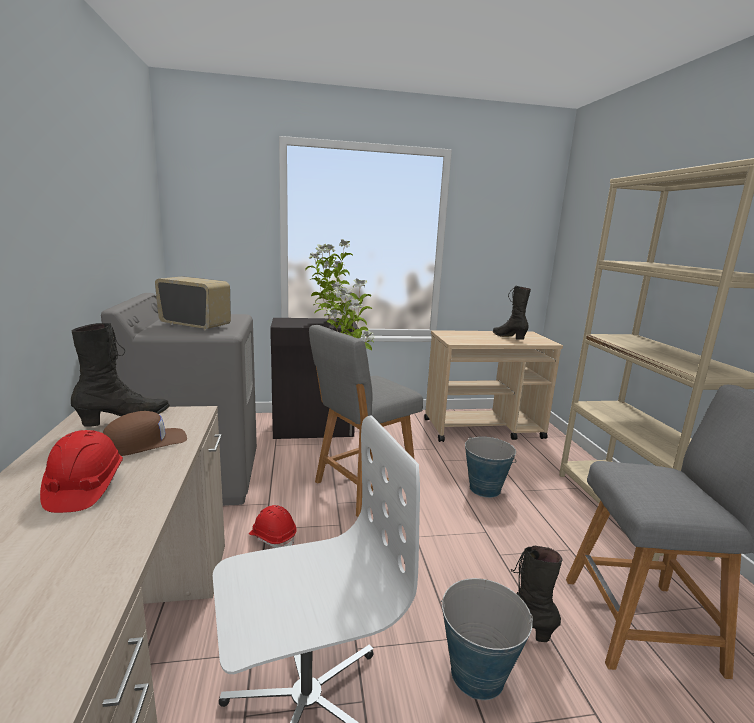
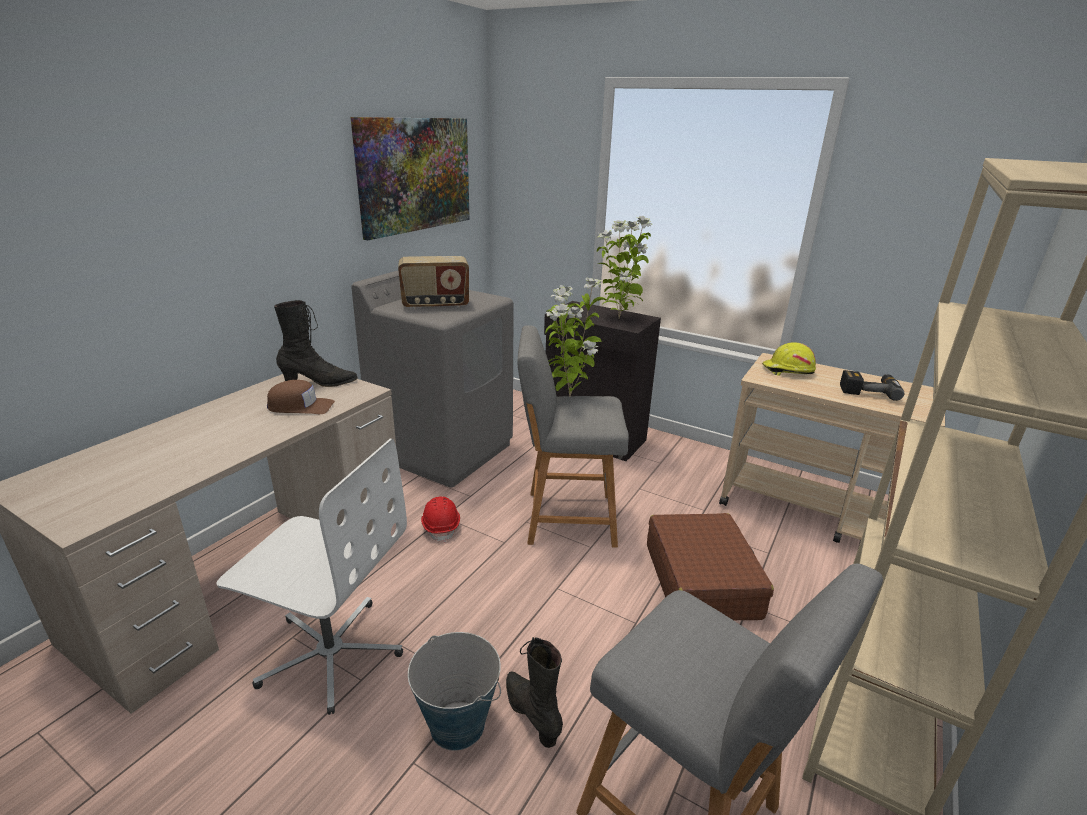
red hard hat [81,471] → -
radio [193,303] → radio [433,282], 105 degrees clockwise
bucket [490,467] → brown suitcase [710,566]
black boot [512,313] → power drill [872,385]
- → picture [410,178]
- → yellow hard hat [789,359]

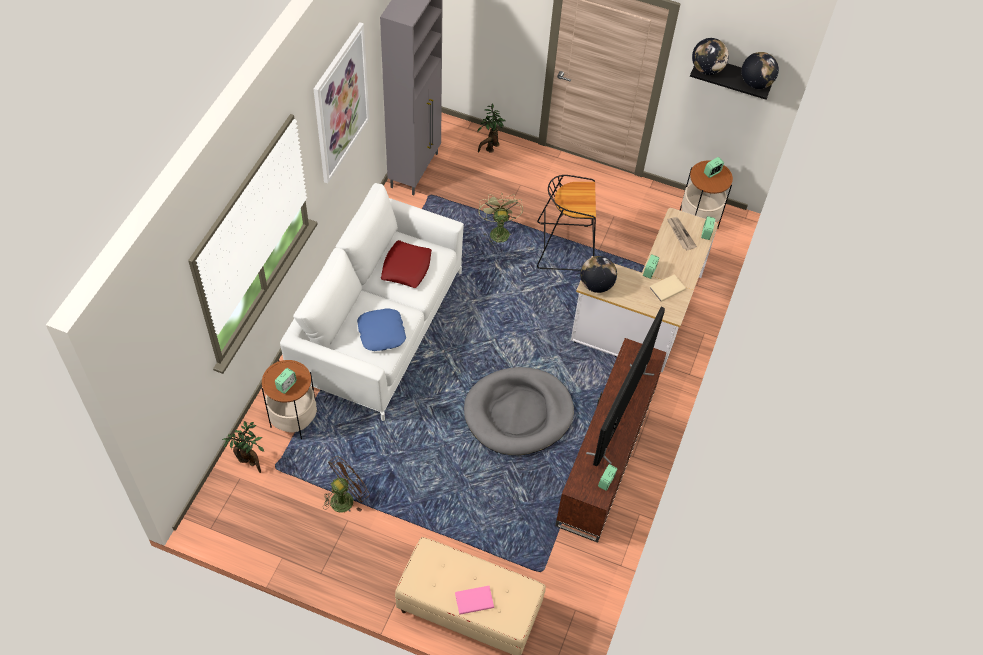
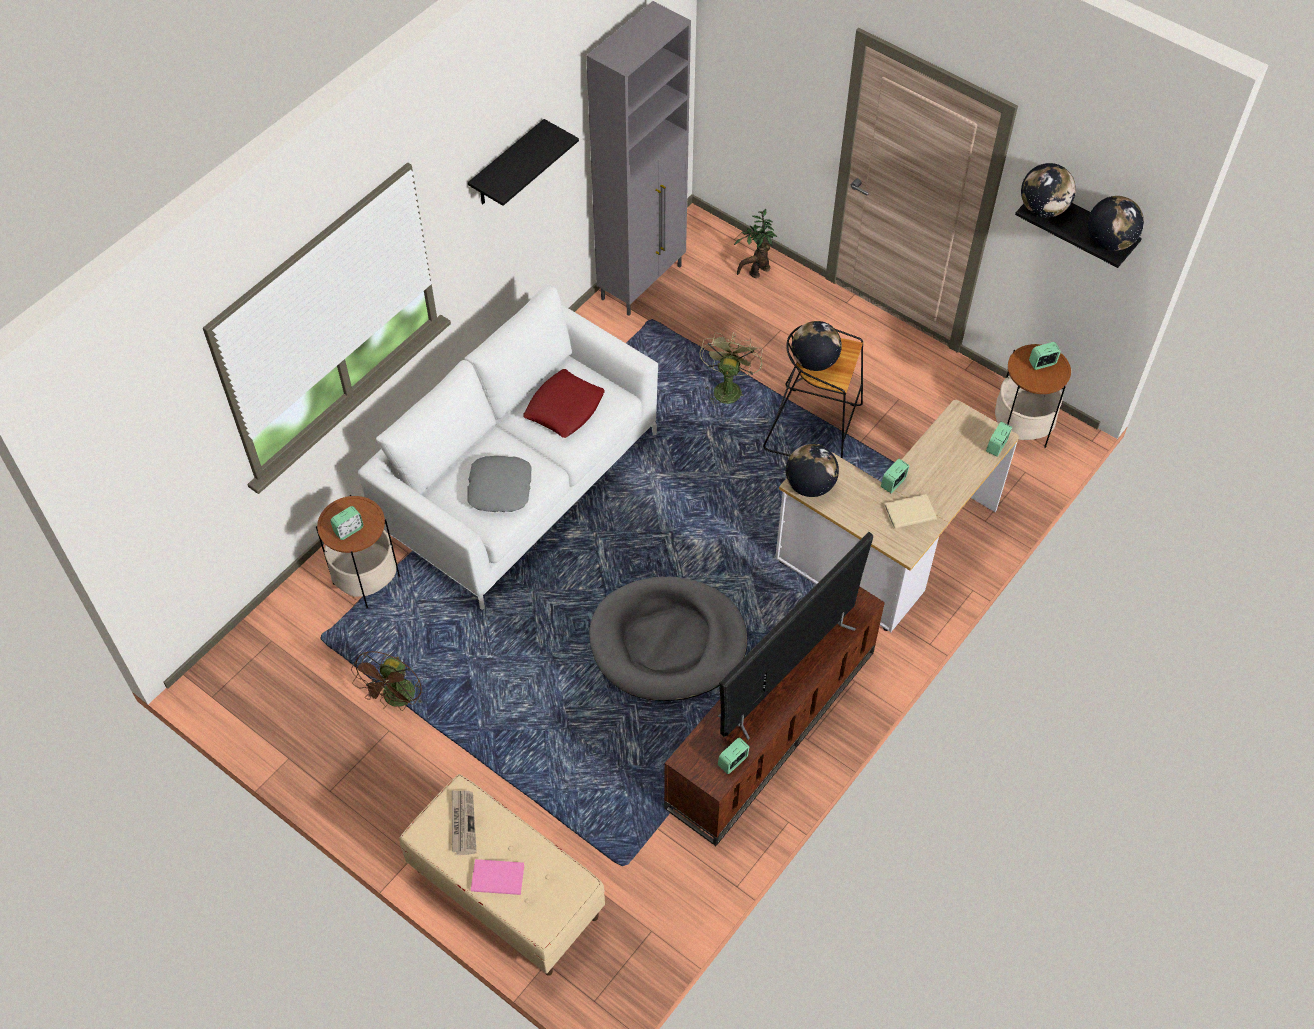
potted plant [243,447] → -
picture [342,102] → black shelf [523,162]
brown fan [346,484] → brown fan [388,681], 135 degrees clockwise
blue pillow [381,329] → grey pillow [499,484]
newspaper [682,233] → newspaper [464,822], relocated
- → globe [817,346]

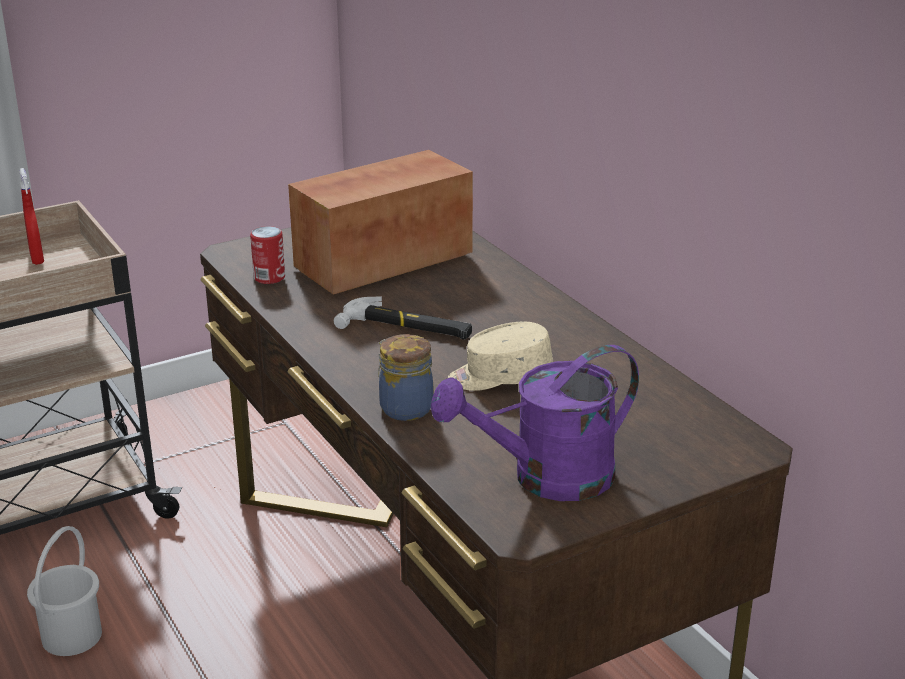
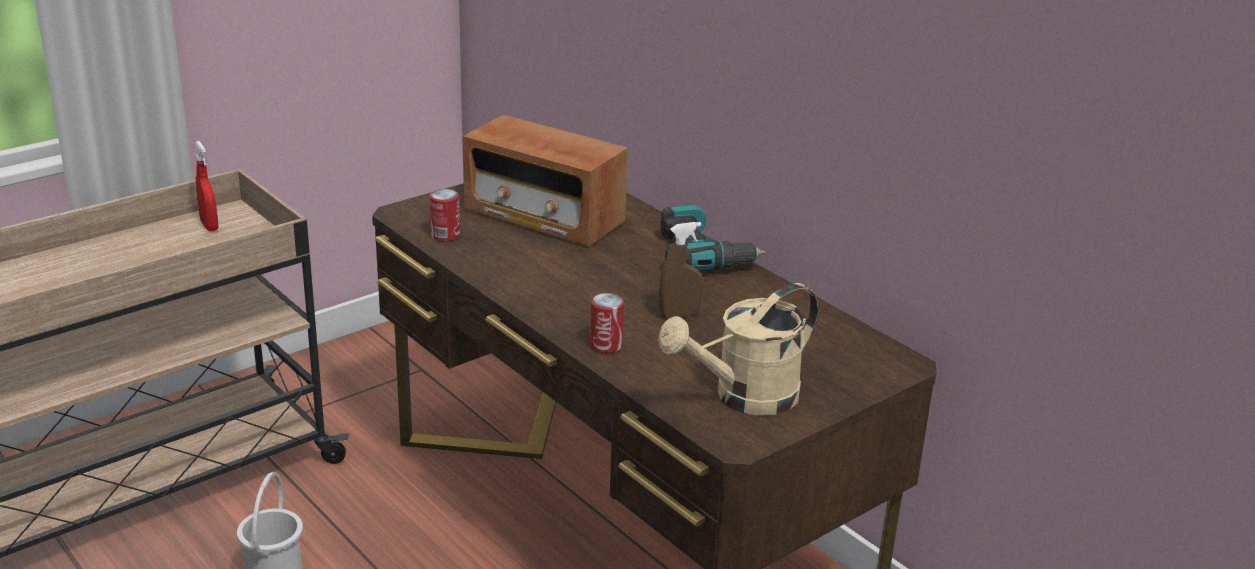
radio [380,222] → radio [545,181], 105 degrees counterclockwise
hammer [403,318] → -
jar [406,377] → can [607,323]
purple watering can [535,423] → beige watering can [738,349]
beige cap [500,356] → brown spray bottle [681,270]
- → power drill [713,238]

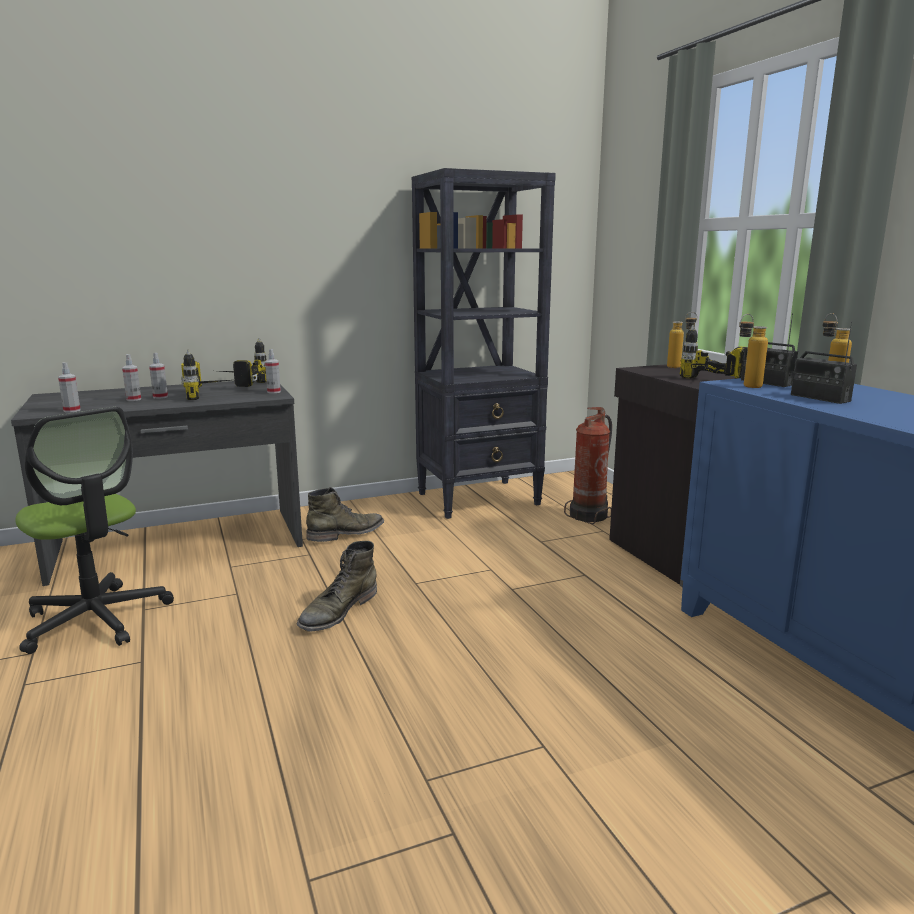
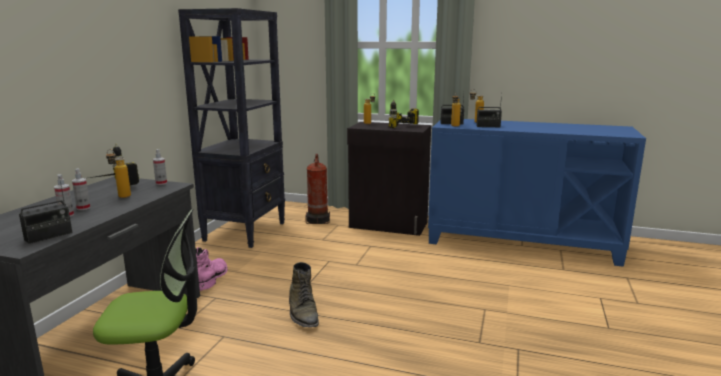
spray bottle [69,387] → radio [45,210]
power drill [211,375] → bottle [118,173]
green boot [345,514] → pink boot [211,269]

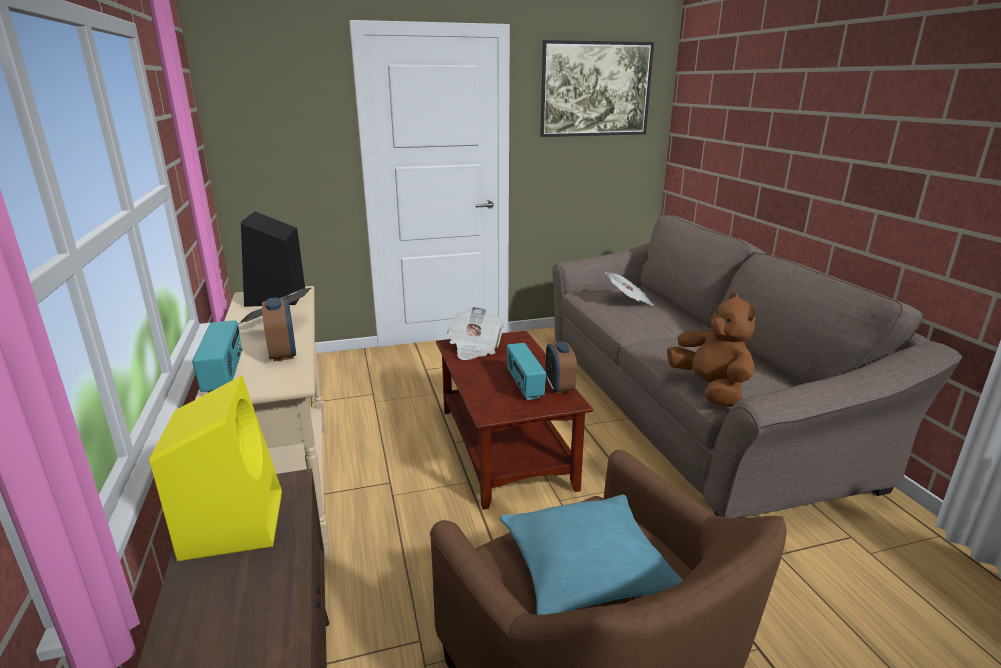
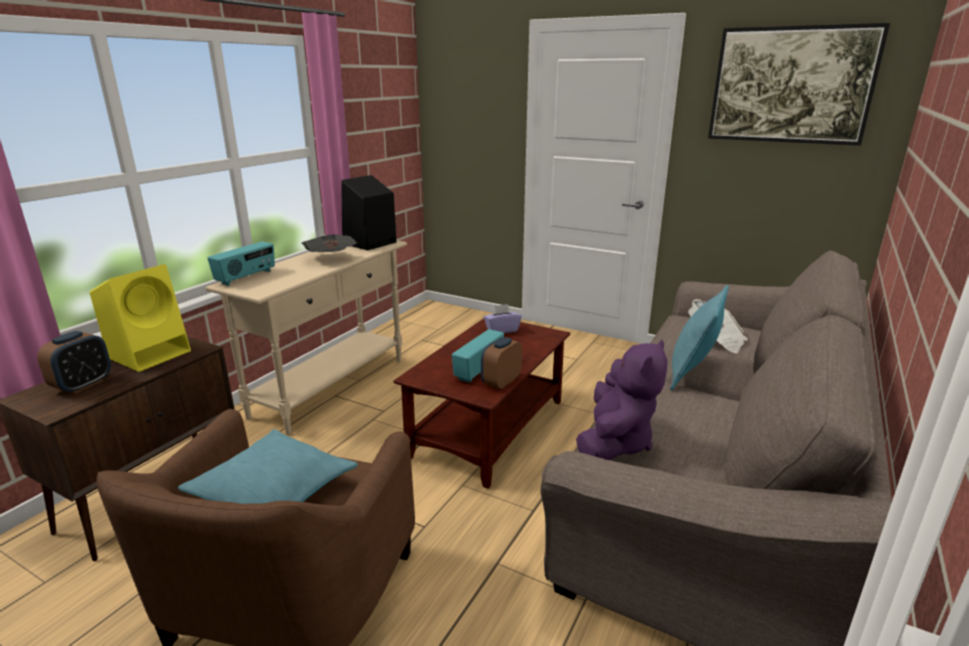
alarm clock [279,329] → alarm clock [74,362], relocated
newspaper [475,333] → purple tissue box [503,318]
brown plush toy [711,350] → purple plush toy [622,399]
- → turquoise pillow [699,337]

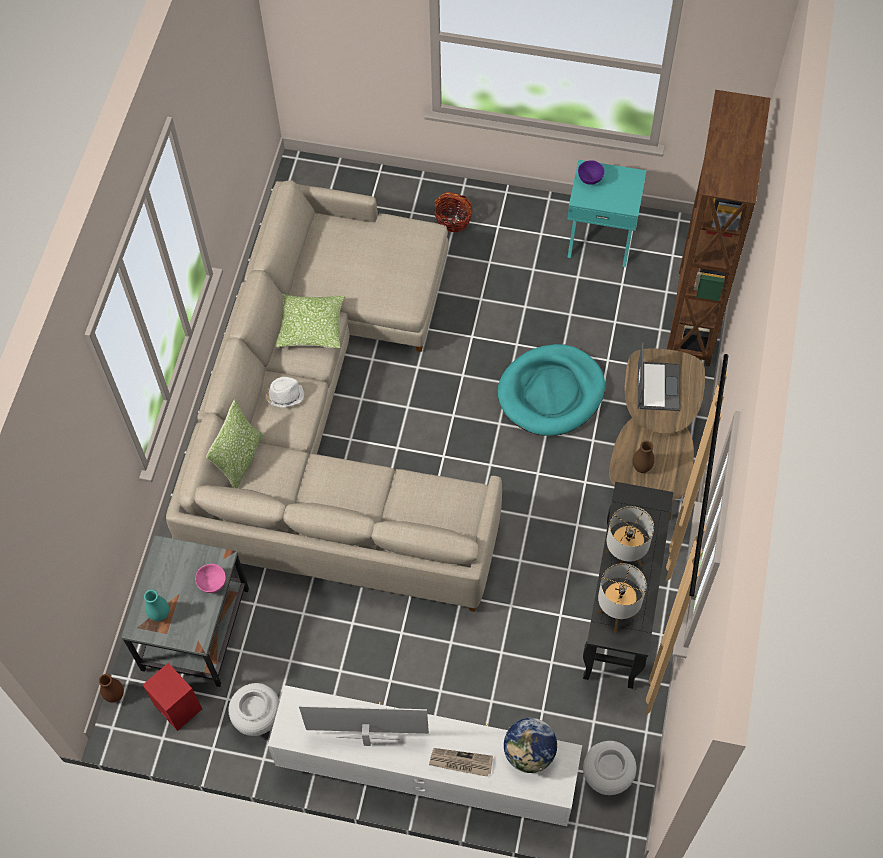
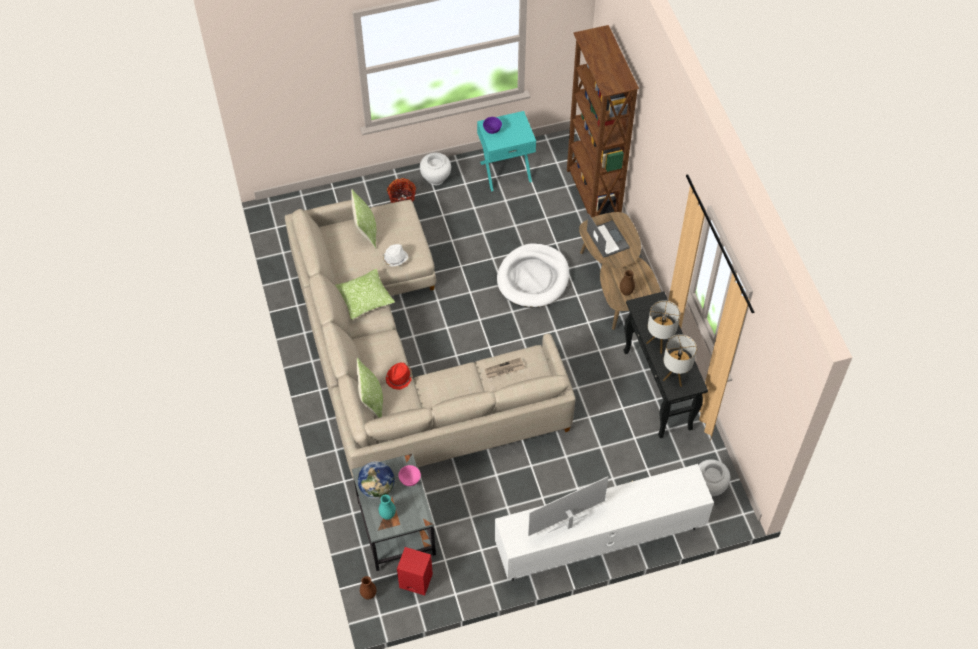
white vase [254,709] → white vase [435,169], relocated
white hat [285,392] → white hat [395,255], relocated
newspaper [461,762] → newspaper [505,367], relocated
turquoise dog bed [551,390] → white dog bed [533,275]
globe [530,745] → globe [376,480], relocated
- → pillow [363,219]
- → red hat [399,376]

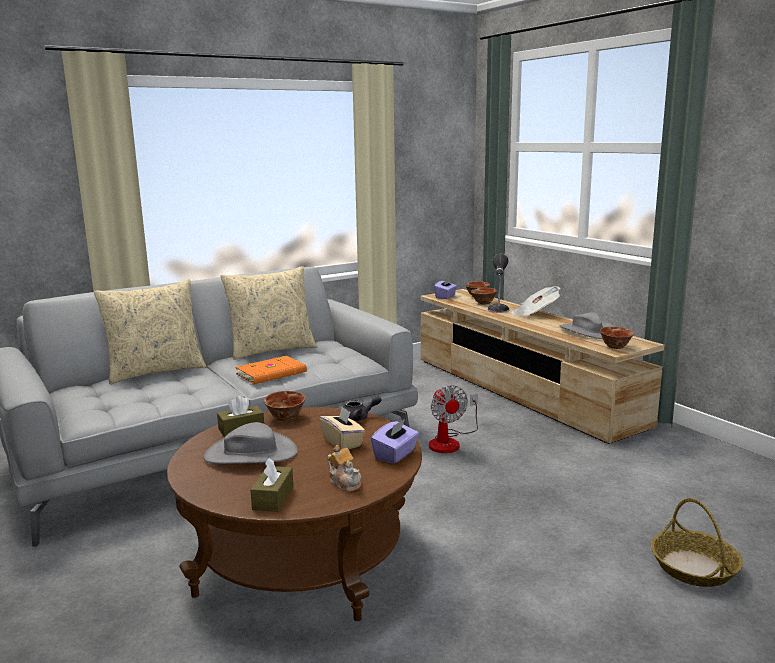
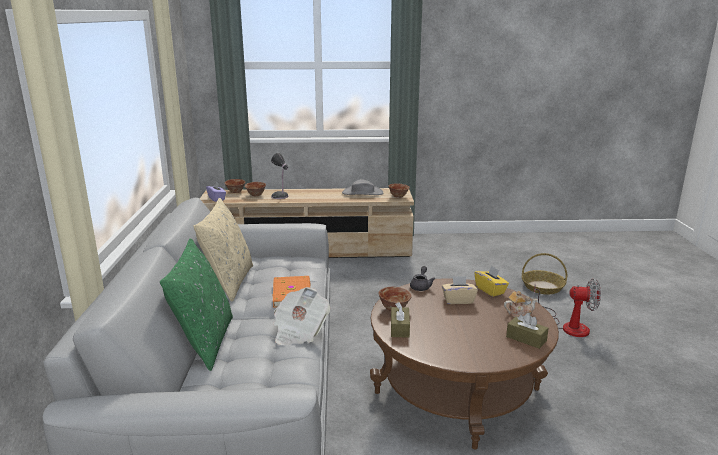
beige pillow [150,331] → green pillow [196,304]
grey hat [250,443] → -
purple tissue box [395,441] → yellow tissue box [491,281]
fan [453,419] → fan [567,308], relocated
newspaper [536,301] → newspaper [301,316], relocated

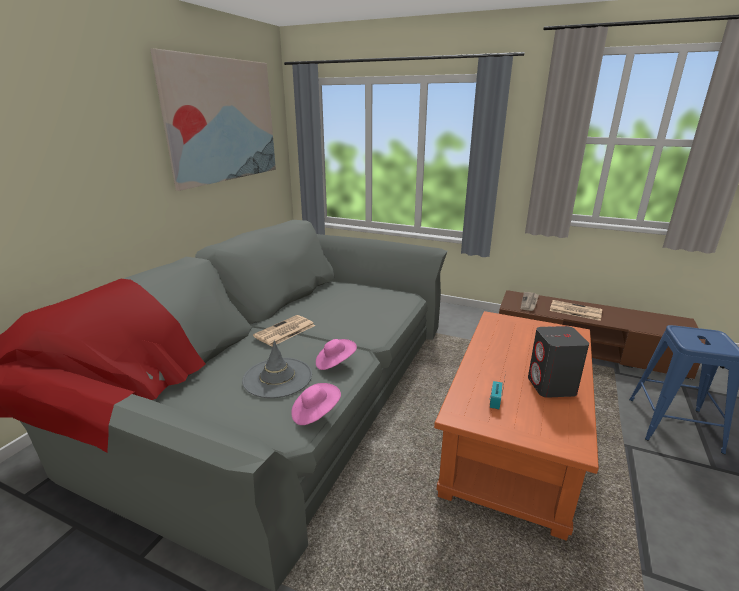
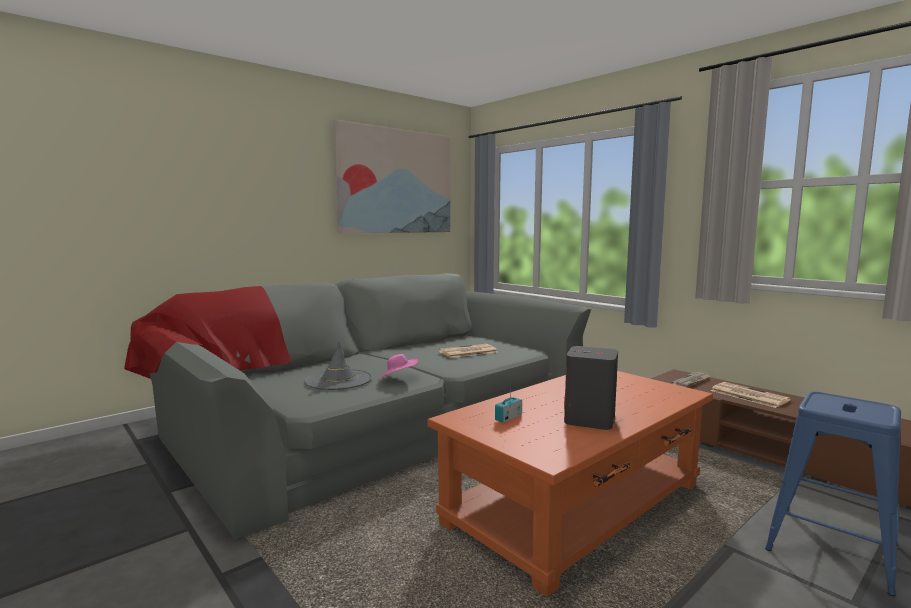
newspaper [284,331] → newspaper [468,351], relocated
pink hat [316,404] → -

